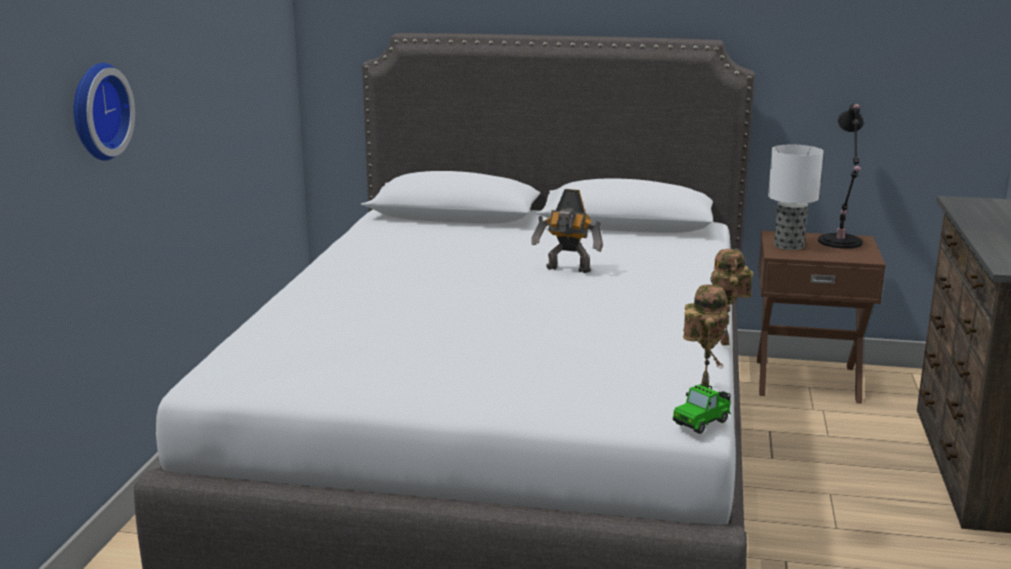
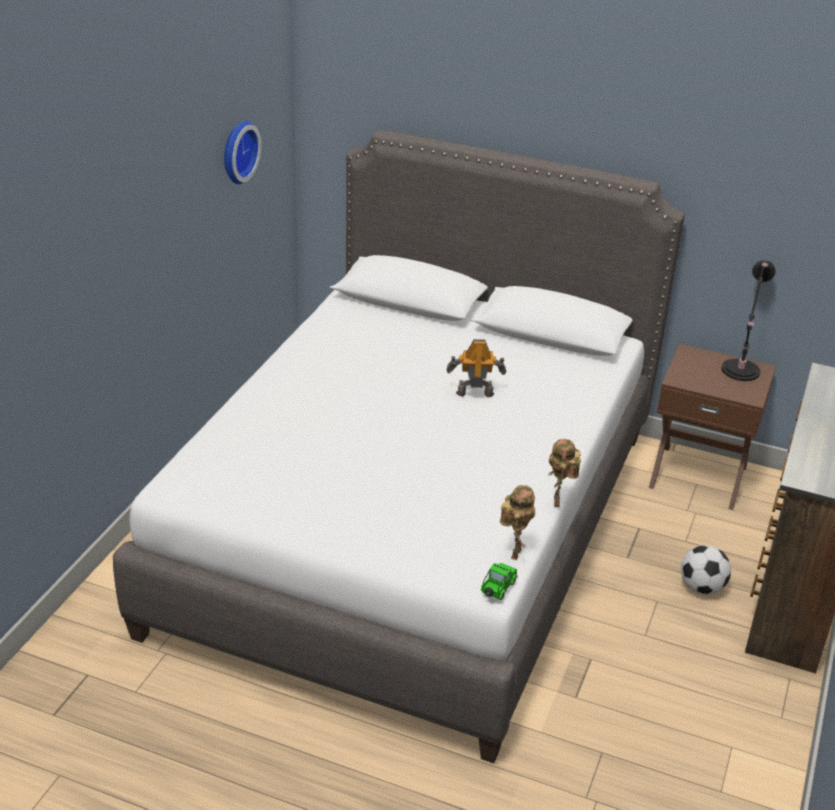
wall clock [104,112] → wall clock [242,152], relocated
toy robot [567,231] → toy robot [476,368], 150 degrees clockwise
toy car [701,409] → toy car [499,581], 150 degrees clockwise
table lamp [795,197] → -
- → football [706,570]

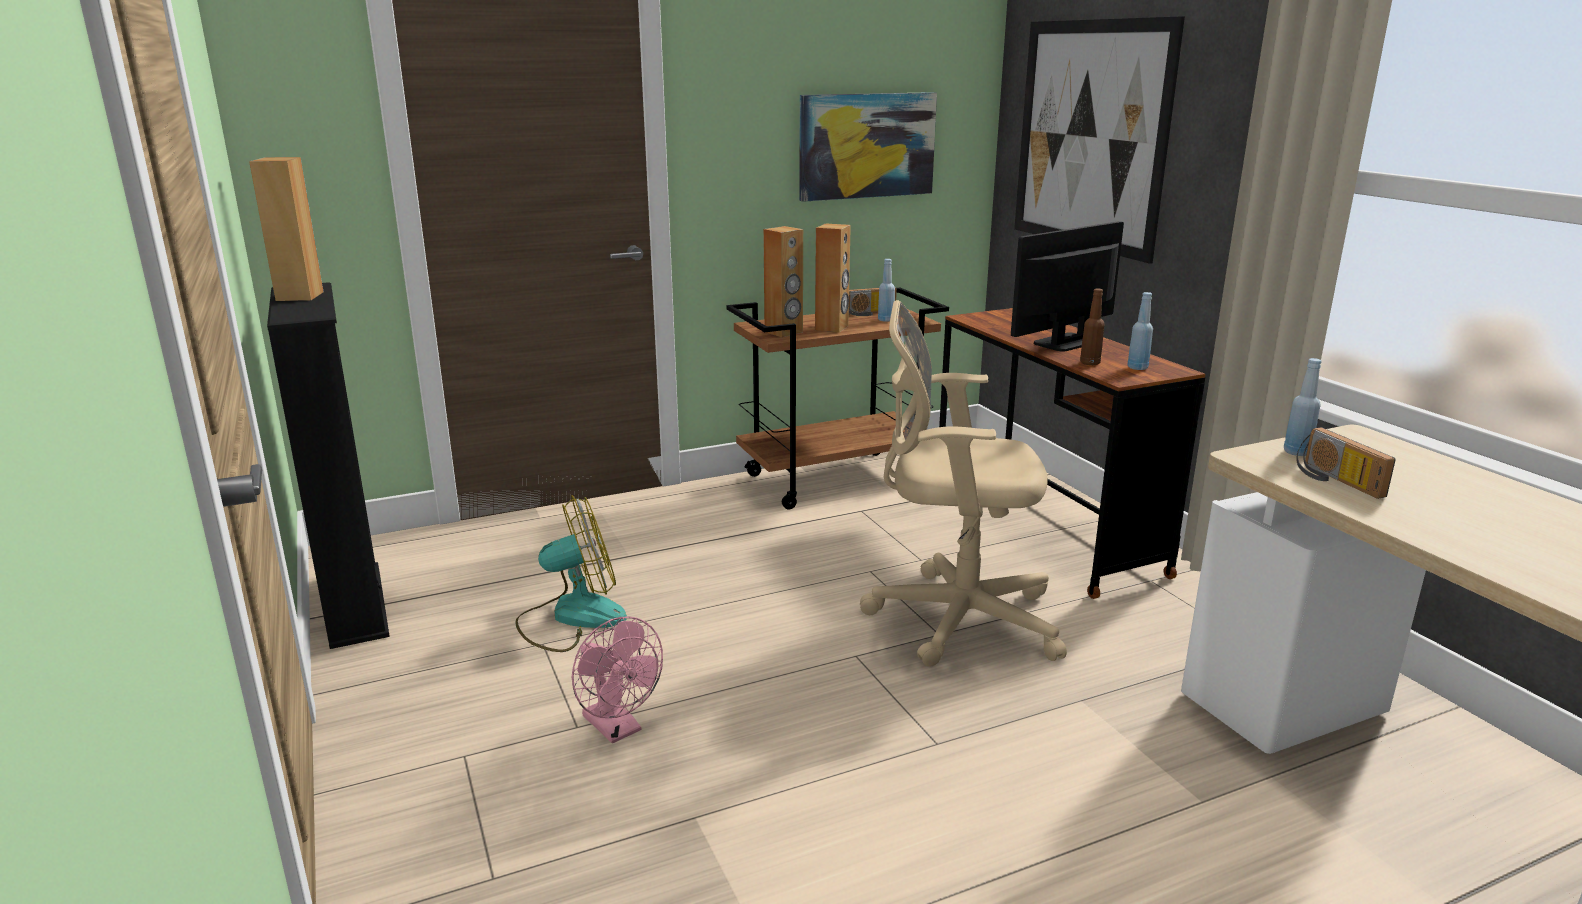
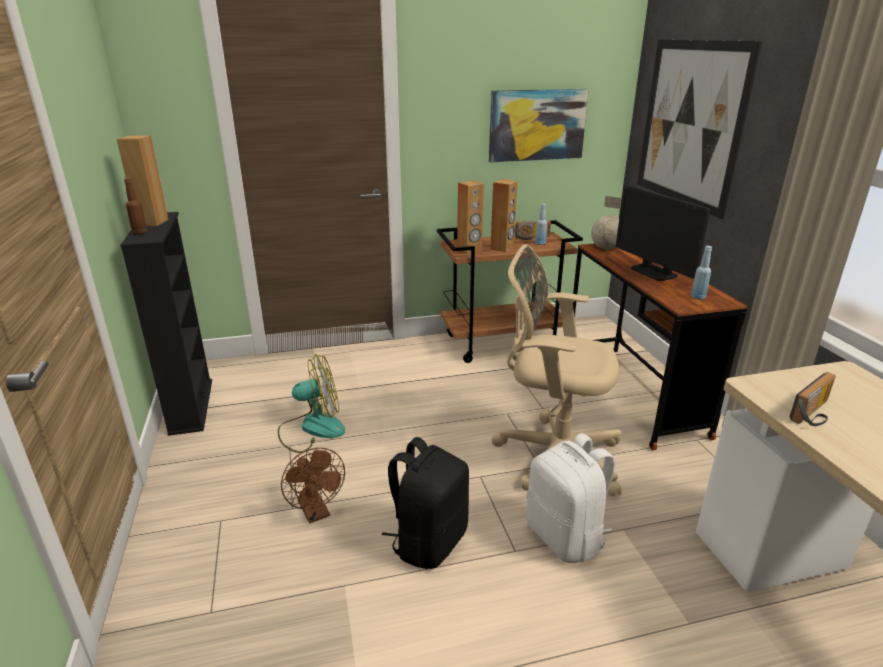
pink fan [617,679] → brown fan [313,485]
monitor [1067,286] → monitor [663,233], 90 degrees counterclockwise
brown bottle [1092,327] → brown bottle [135,206], relocated
blue bottle [1302,407] → -
radio [1345,463] → radio [812,399], 120 degrees counterclockwise
- → black backpack [425,503]
- → white backpack [570,498]
- → globe [606,223]

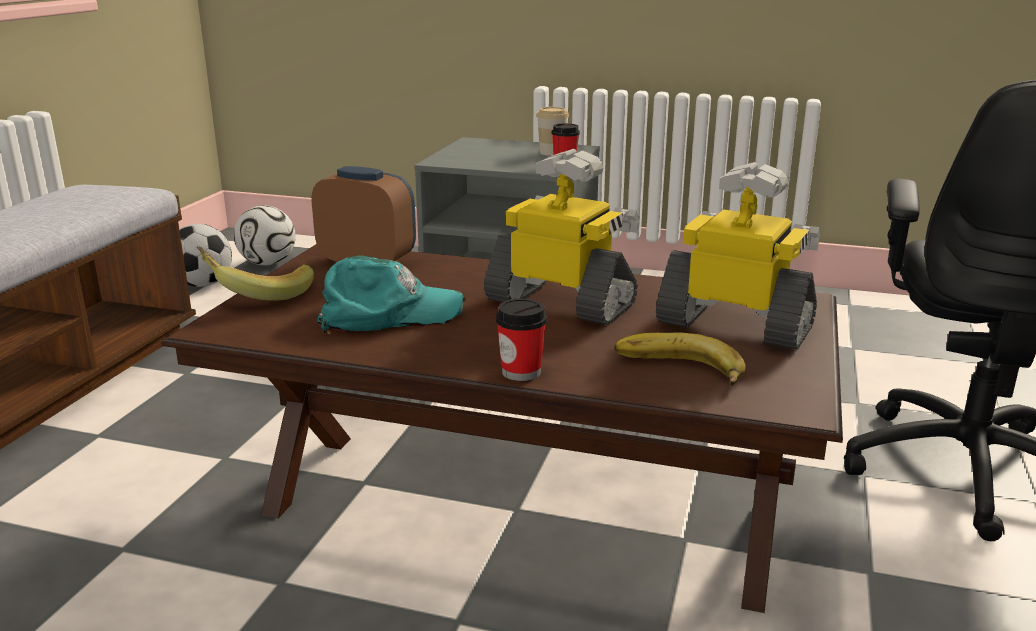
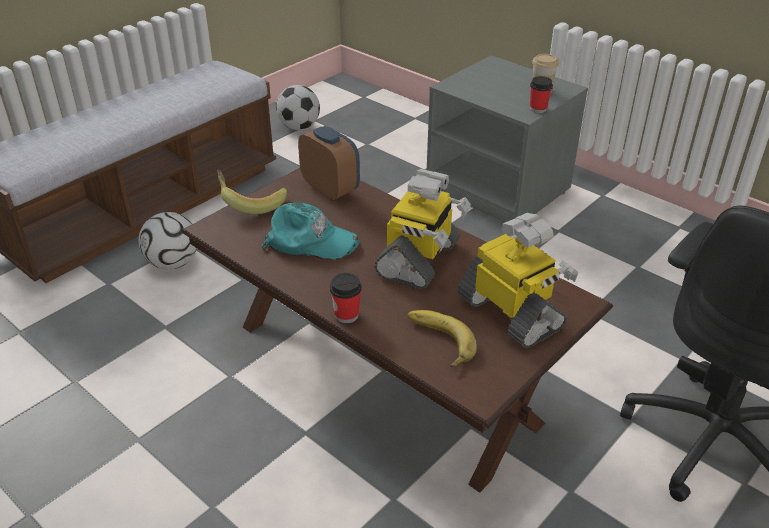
football [264,235] → football [168,241], relocated
toy robot [561,237] → toy robot [422,229], 60 degrees clockwise

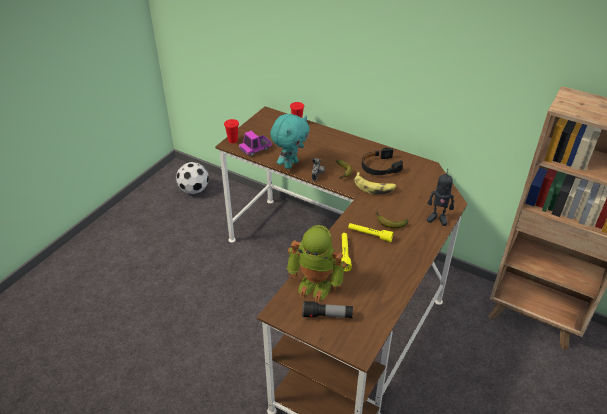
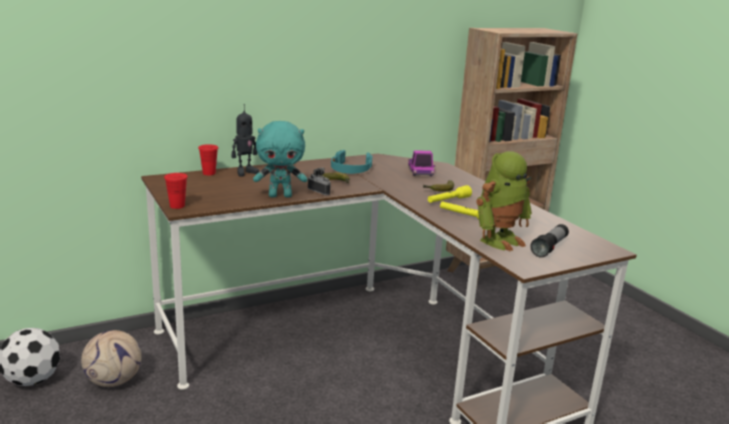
toy truck [255,143] → toy truck [421,163], relocated
turquoise plush toy [290,141] → turquoise plush toy [280,159], 105 degrees clockwise
banana [375,183] → -
black headphones [382,161] → turquoise headphones [352,162]
toy robot [440,197] → toy robot [245,140], relocated
- → football [111,358]

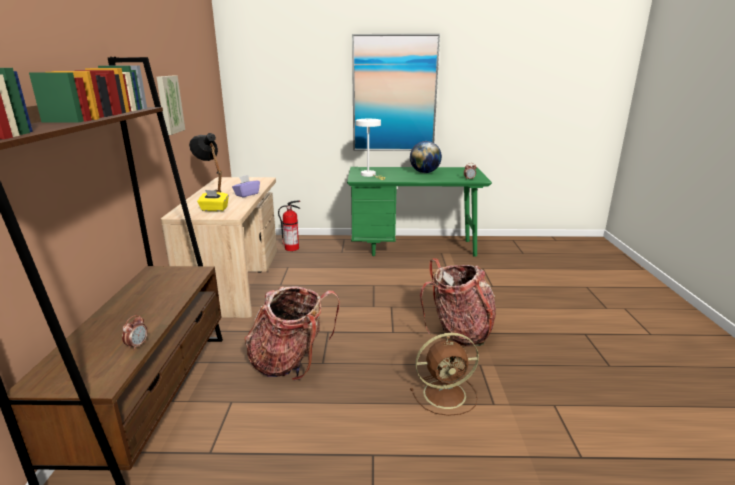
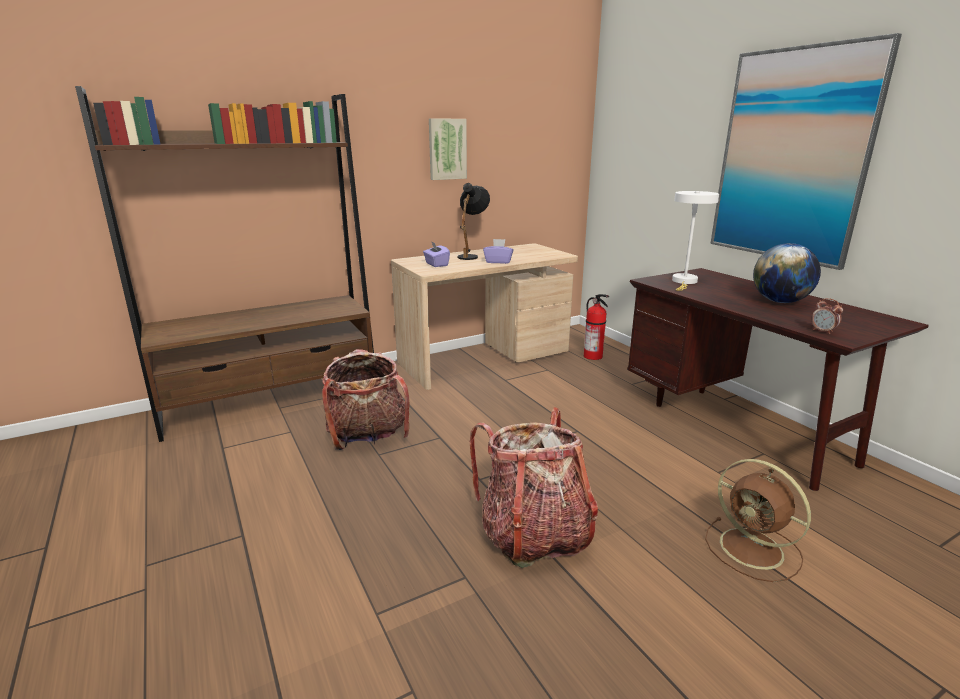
alarm clock [134,332] → -
yellow tissue box [213,200] → purple tissue box [436,254]
green desk [419,212] → brown desk [778,379]
brown fan [444,374] → brown fan [758,520], relocated

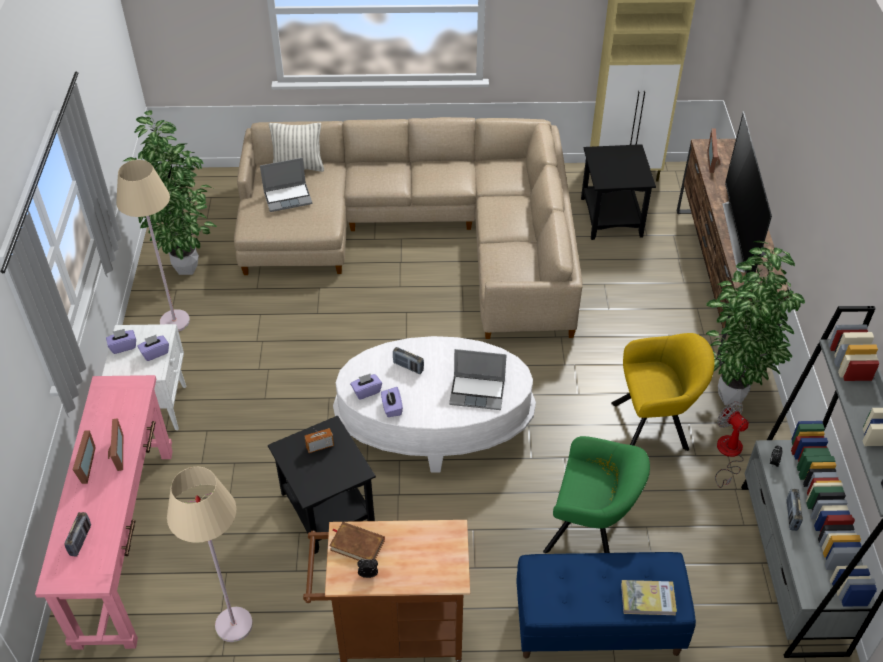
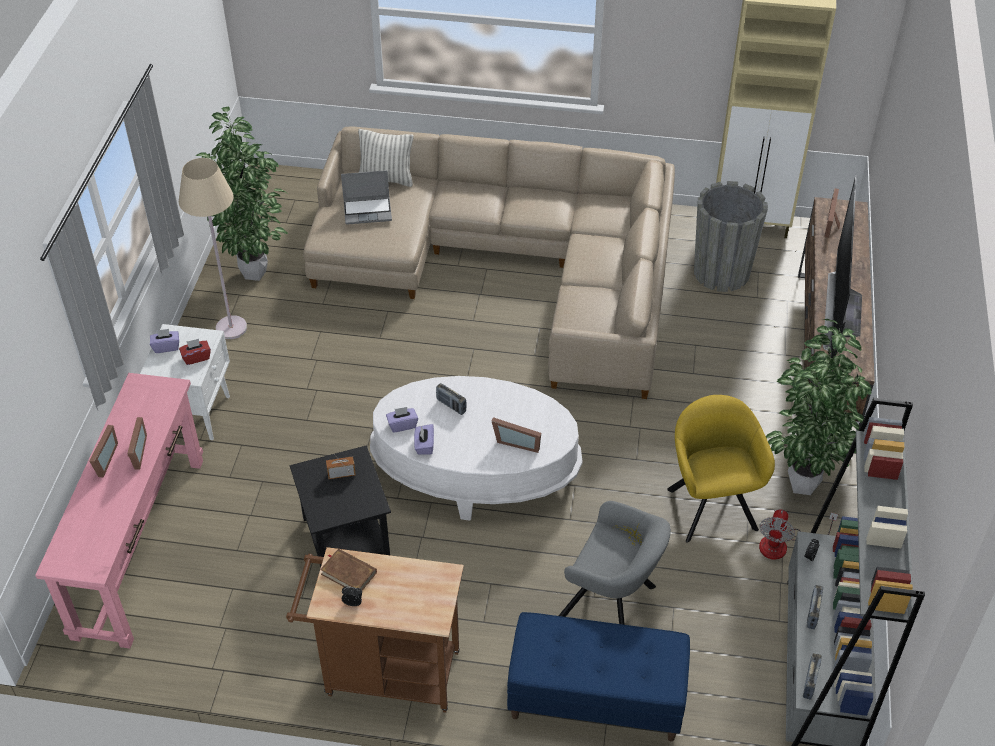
radio [77,534] → radio [812,676], relocated
purple tissue box [153,348] → red tissue box [195,352]
beige floor lamp [210,554] → -
laptop [477,379] → picture frame [516,435]
green armchair [596,494] → grey armchair [615,563]
black side table [618,192] → grey planter [731,236]
yellow armchair [663,392] → yellow armchair [721,469], 105 degrees counterclockwise
book [649,597] → -
fan [732,445] → fan [798,534], 135 degrees counterclockwise

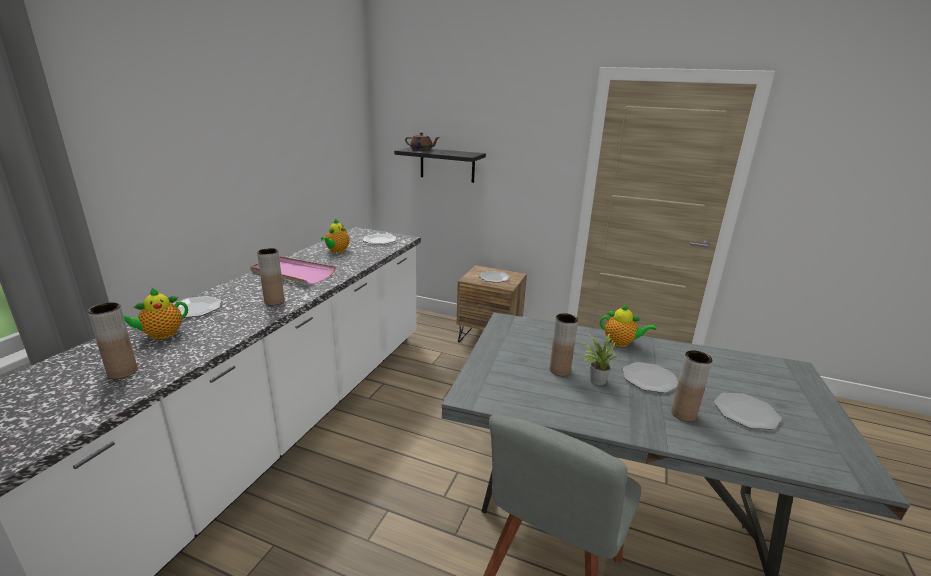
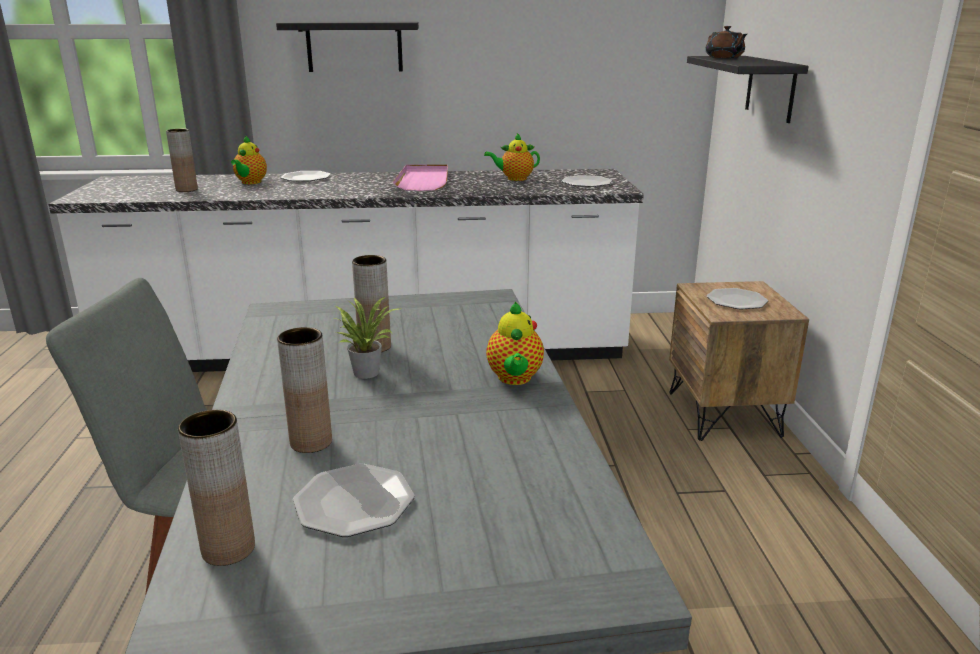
teapot [155,313] → teapot [249,159], 105 degrees counterclockwise
brown vase [270,276] → brown vase [216,488], relocated
plate [650,377] → -
- → black shelf [347,47]

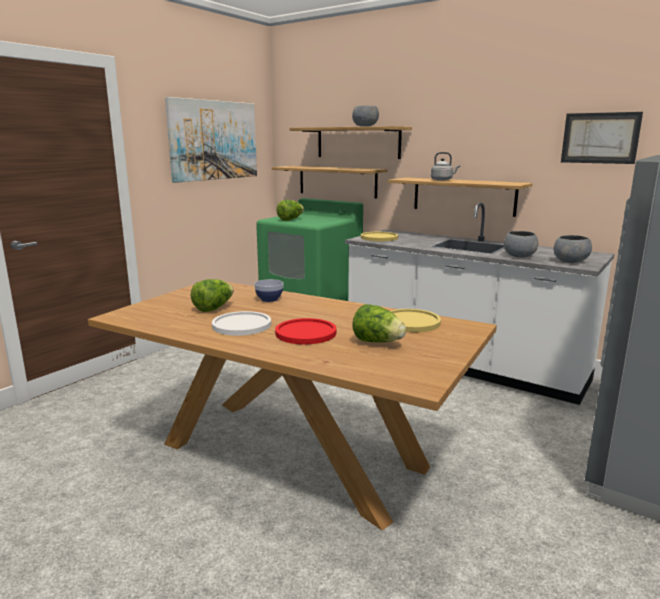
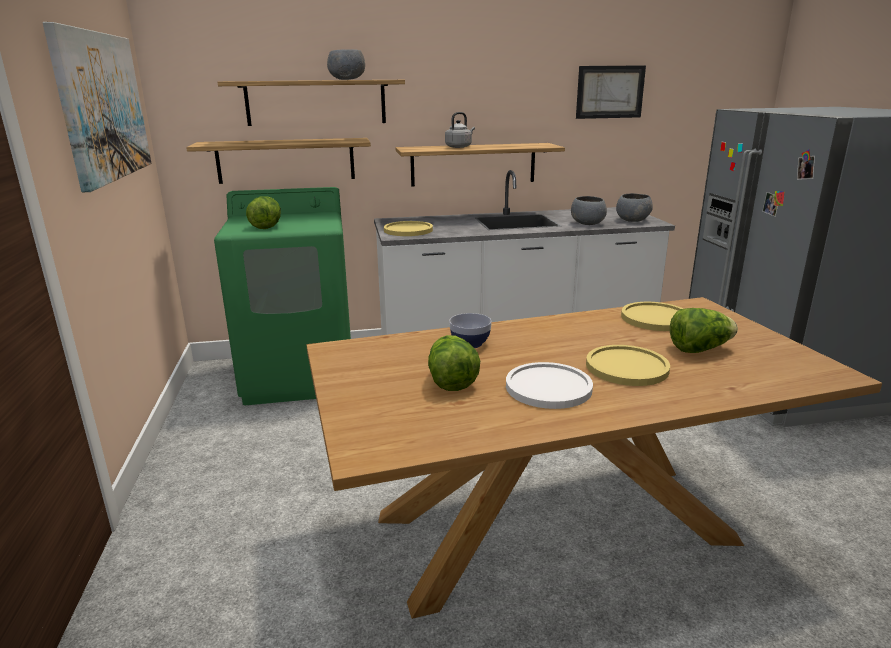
red plate [305,331] → yellow plate [628,365]

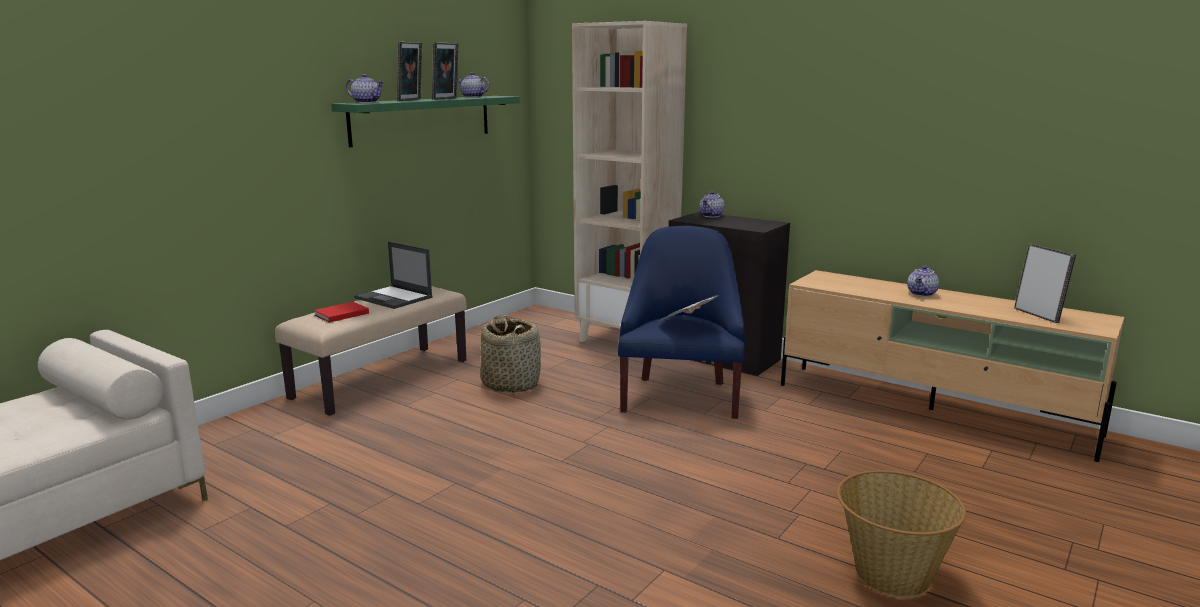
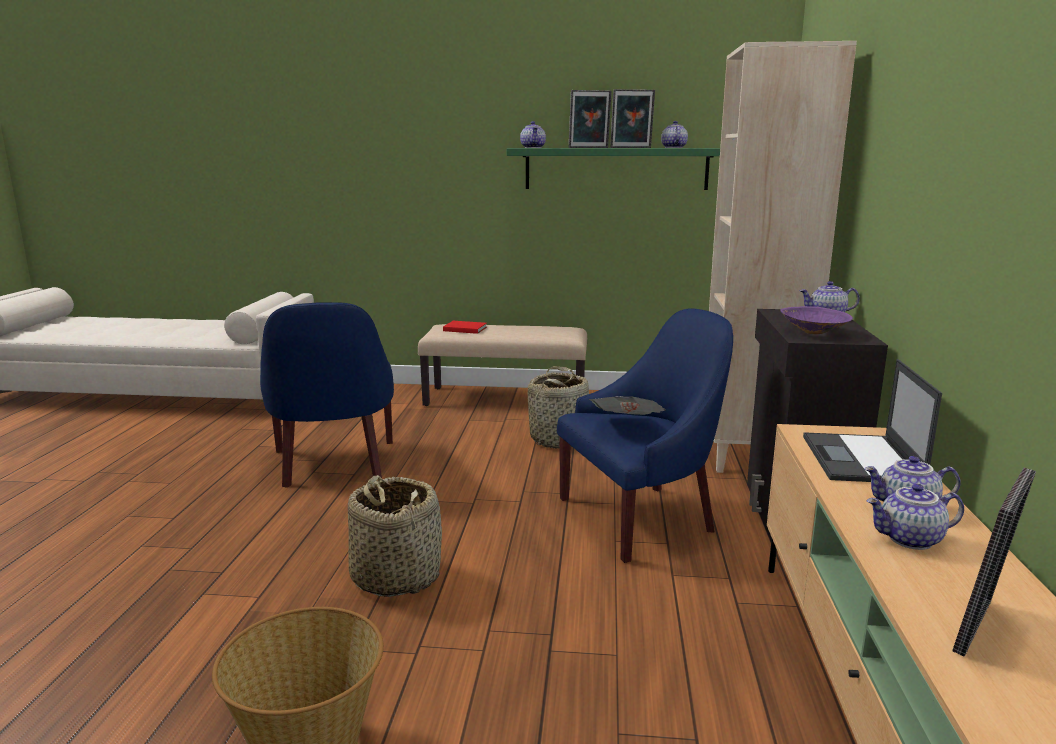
laptop [393,275] → laptop [872,420], relocated
- → blue armchair [327,395]
- → basket [395,536]
- → purple bowl [816,320]
- → teapot [915,517]

